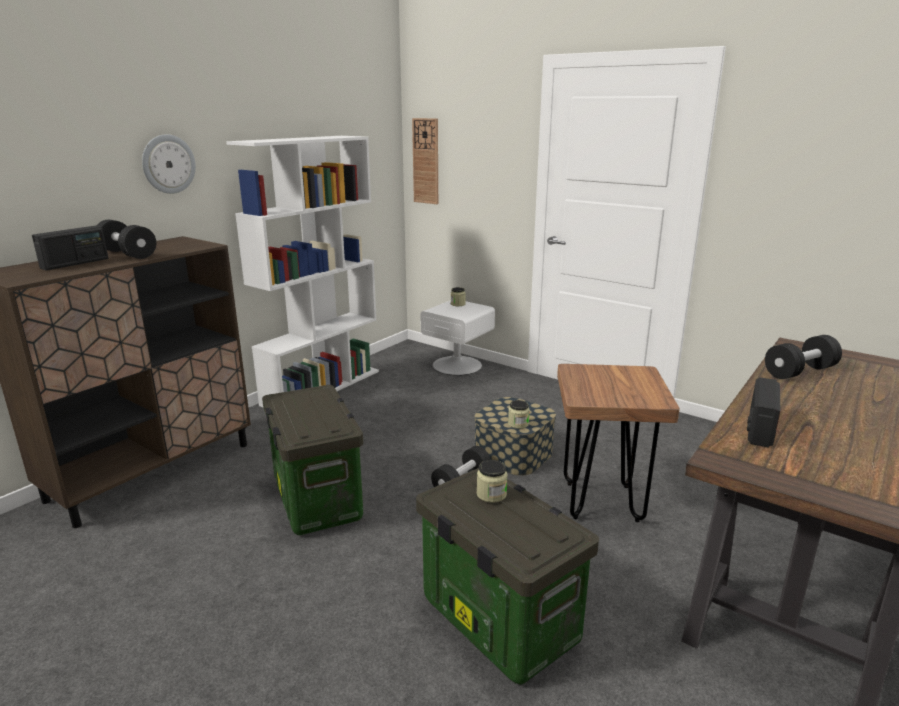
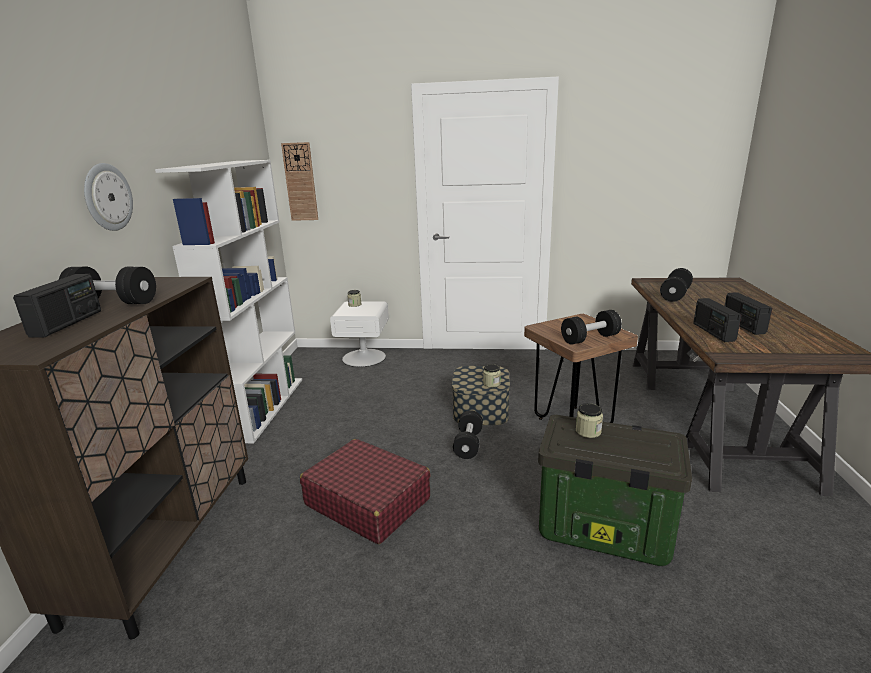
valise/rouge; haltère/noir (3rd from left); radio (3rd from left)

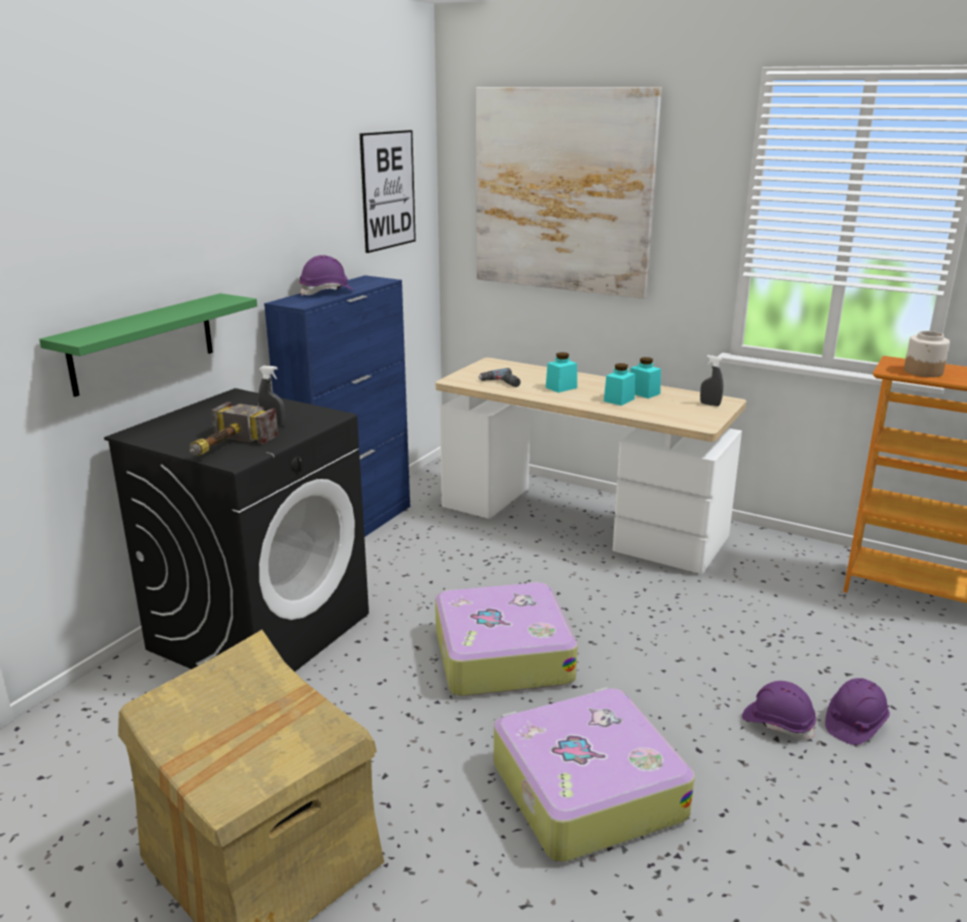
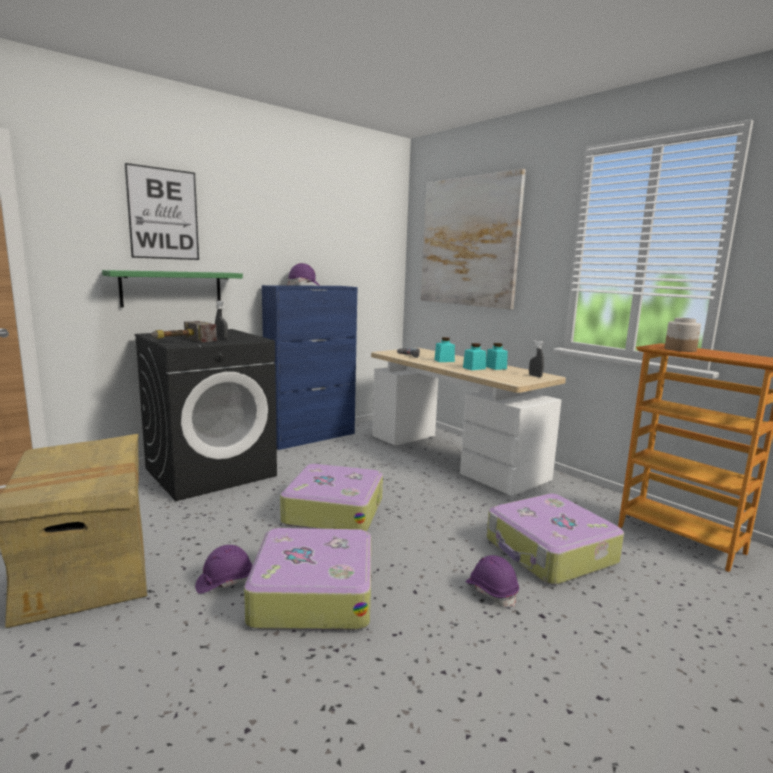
tableau (1st from left); casque de chantier/violet (1st from left); valise (3rd from left)

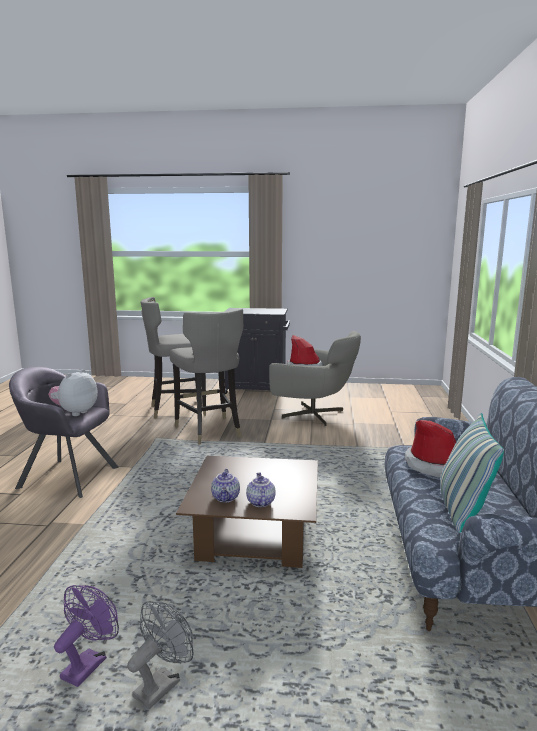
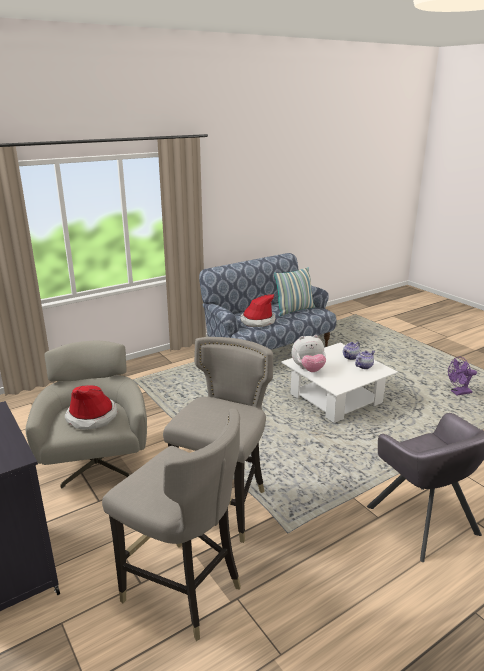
table basse/blanc; peluche; ventilateur/gris

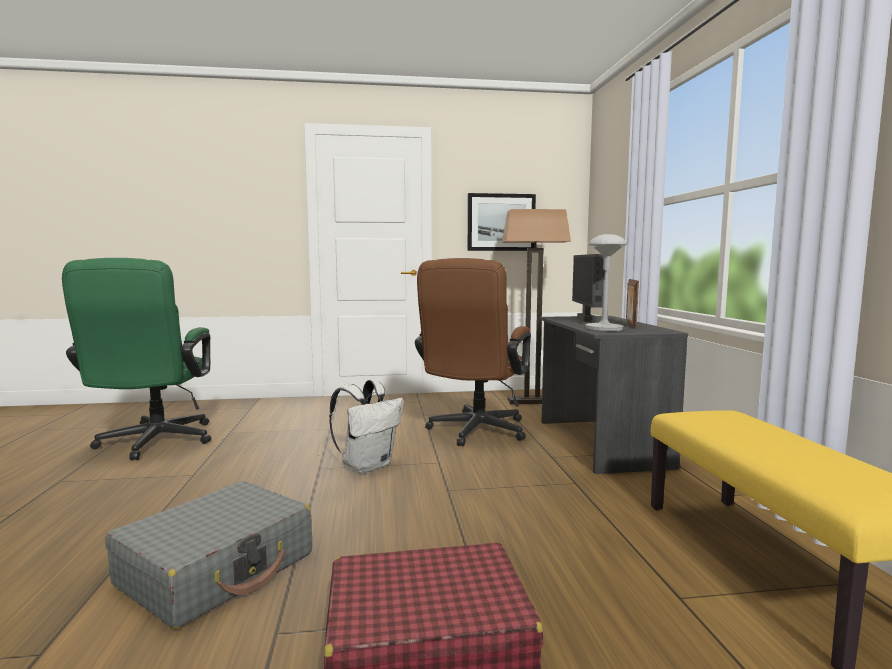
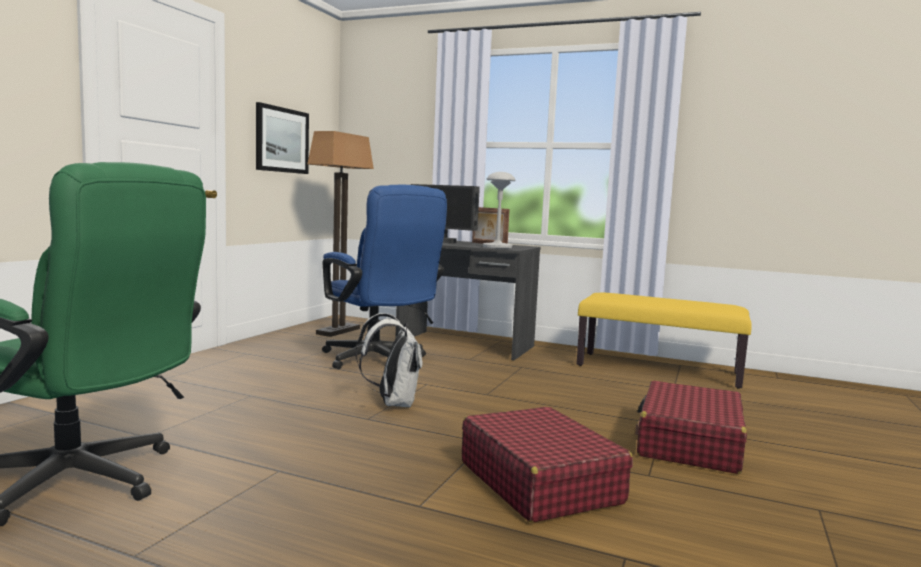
chaise de bureau/bleu; valise/rouge (1st from left)

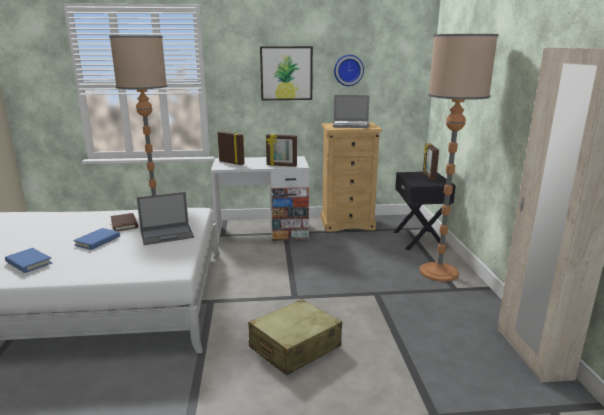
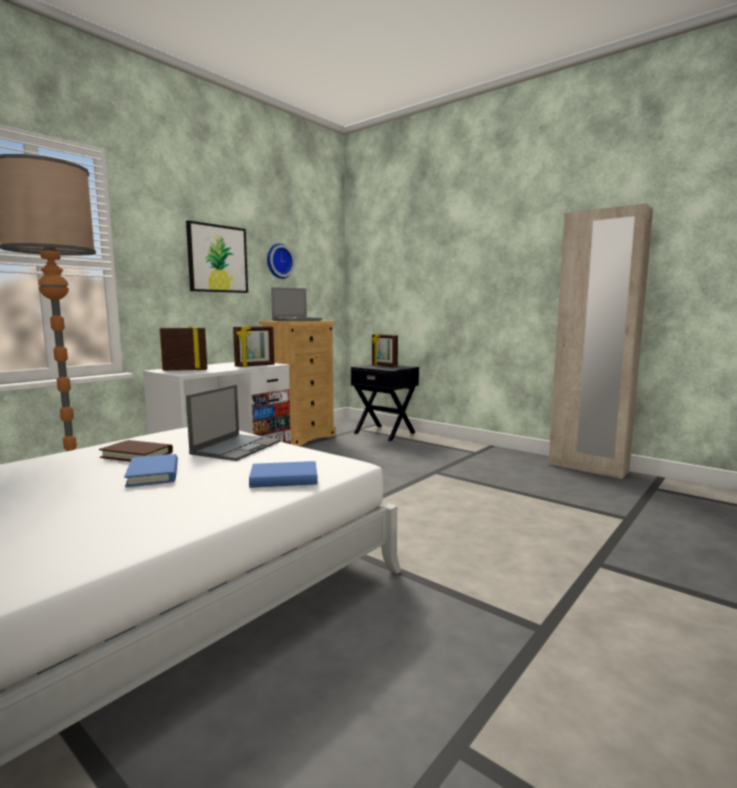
livre/bleu (2nd from left); valise/beige; lampadaire (2nd from left in the first image)

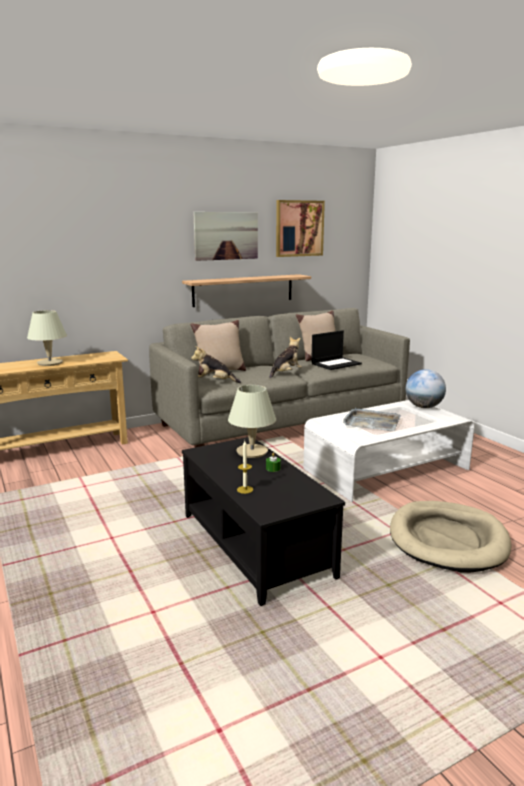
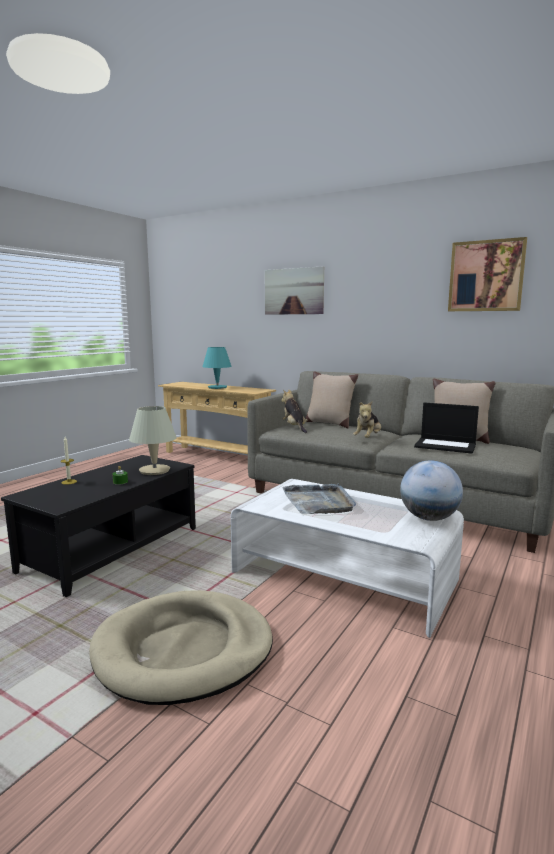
lampe de table/turquoise; tableau (1st from left); peluche (2nd from left); étagère

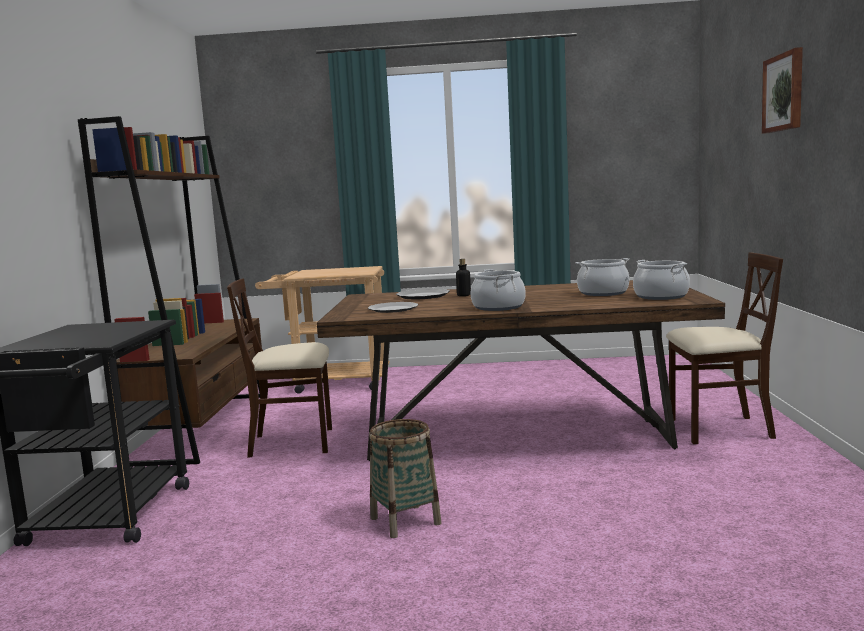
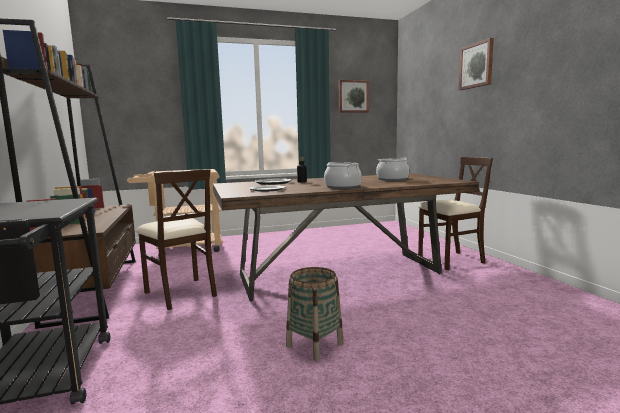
chaise/beige (1st from left); tableau (1st from left); marmite (3rd from left in the first image)

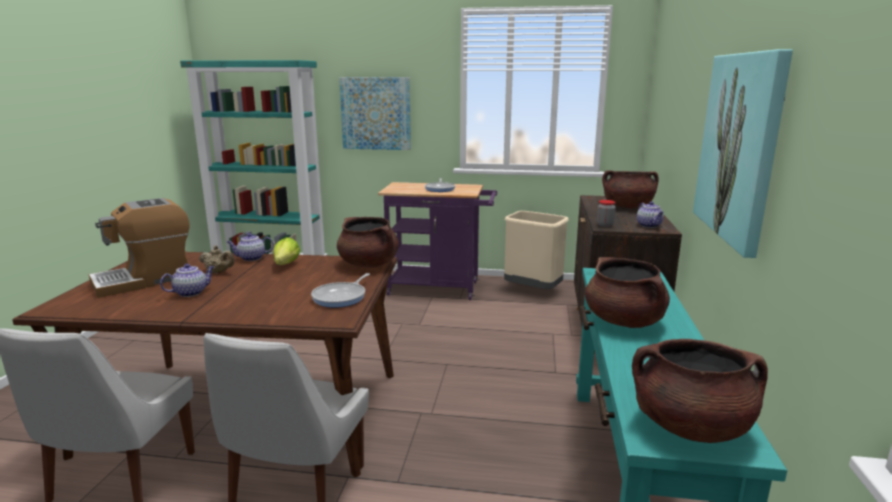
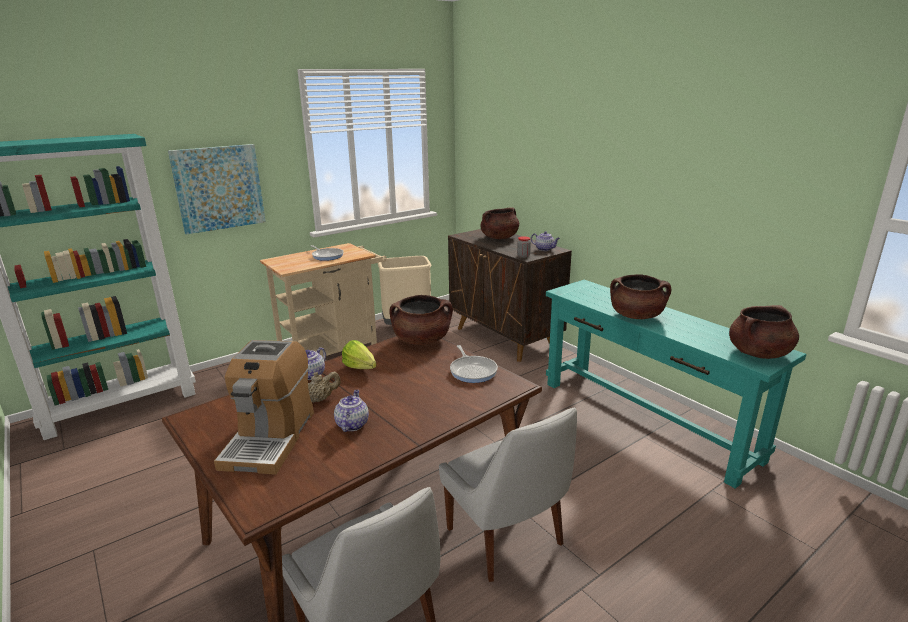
chariot/beige; tableau (2nd from left in the first image)

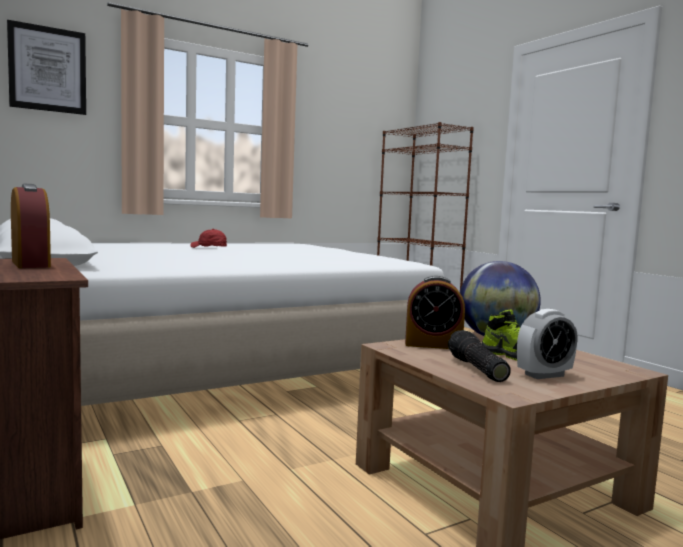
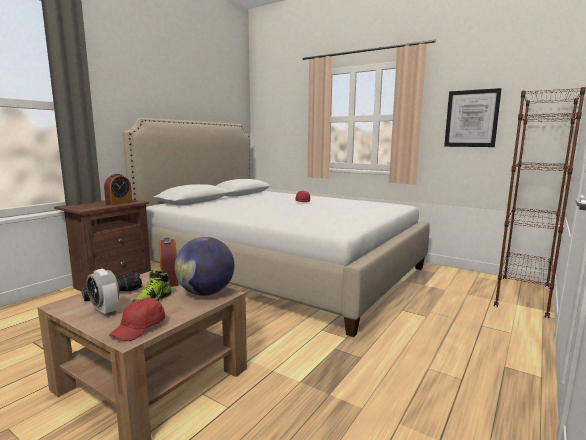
casquette/rouge (1st from left); tableau

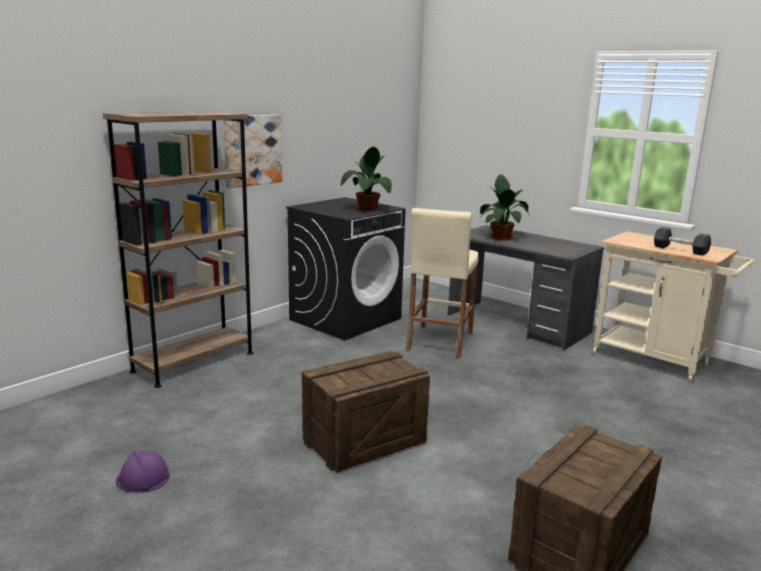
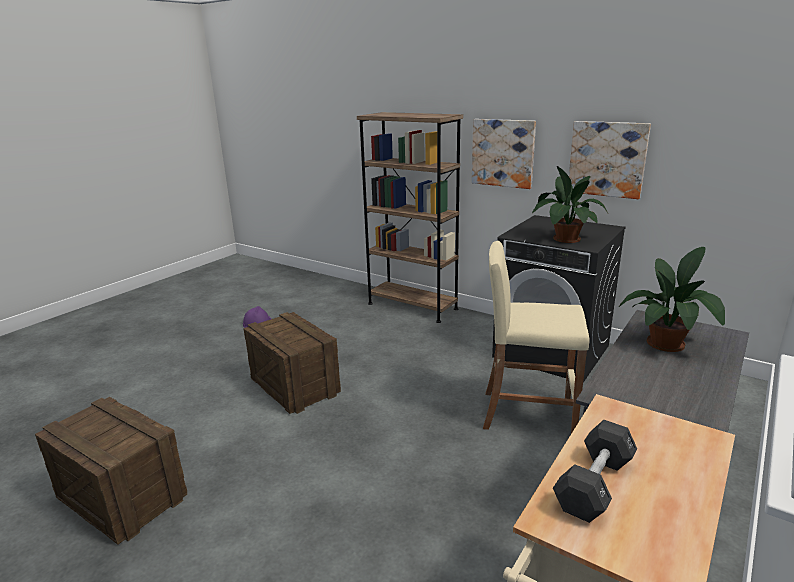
tableau (2nd from left)

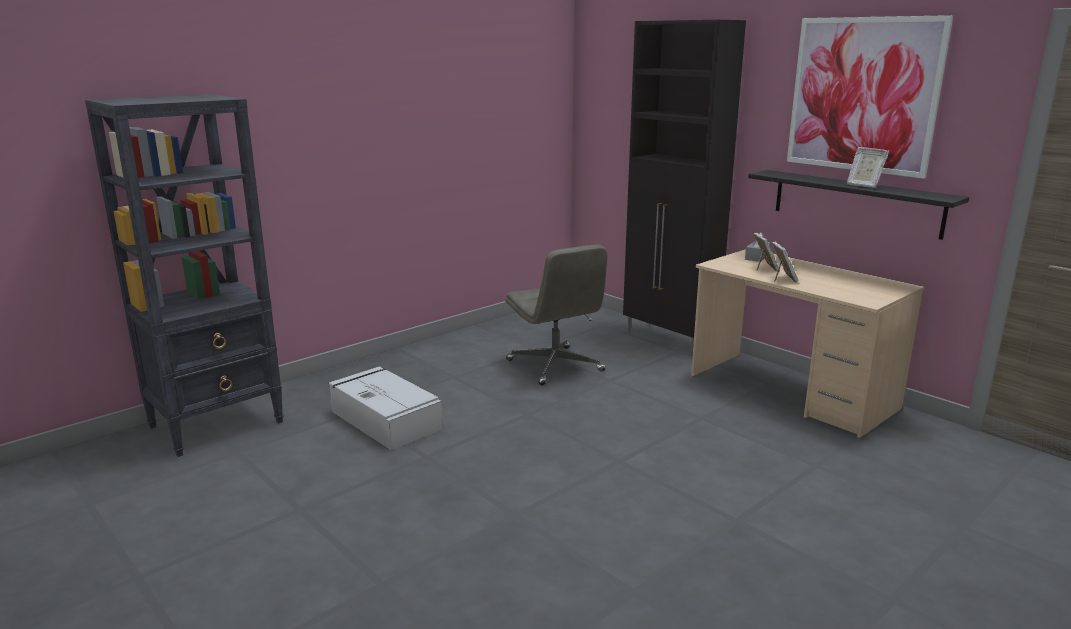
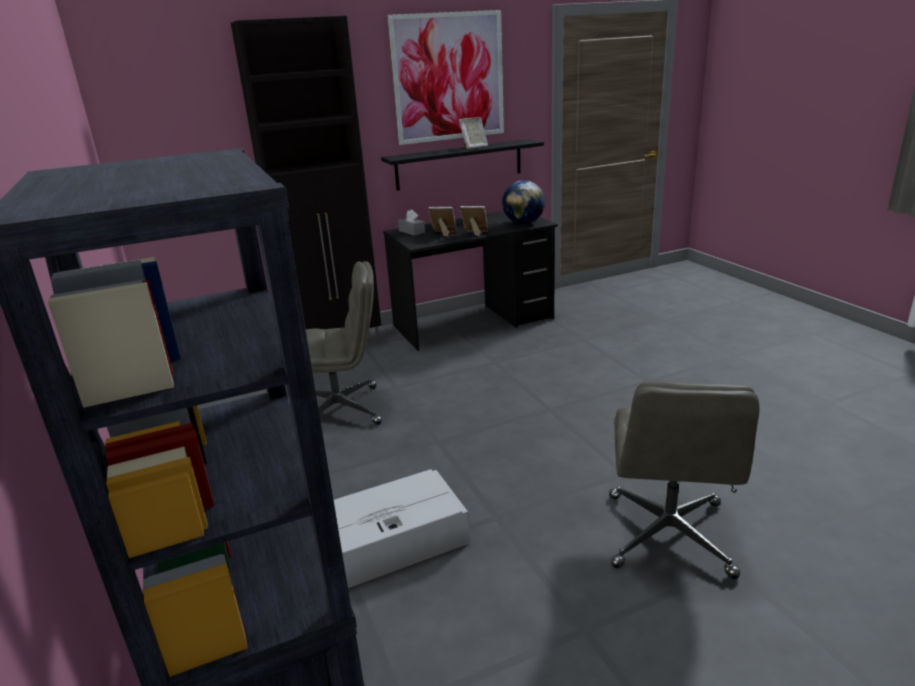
bureau/noir; globe; chaise de bureau/gris (2nd from left)

